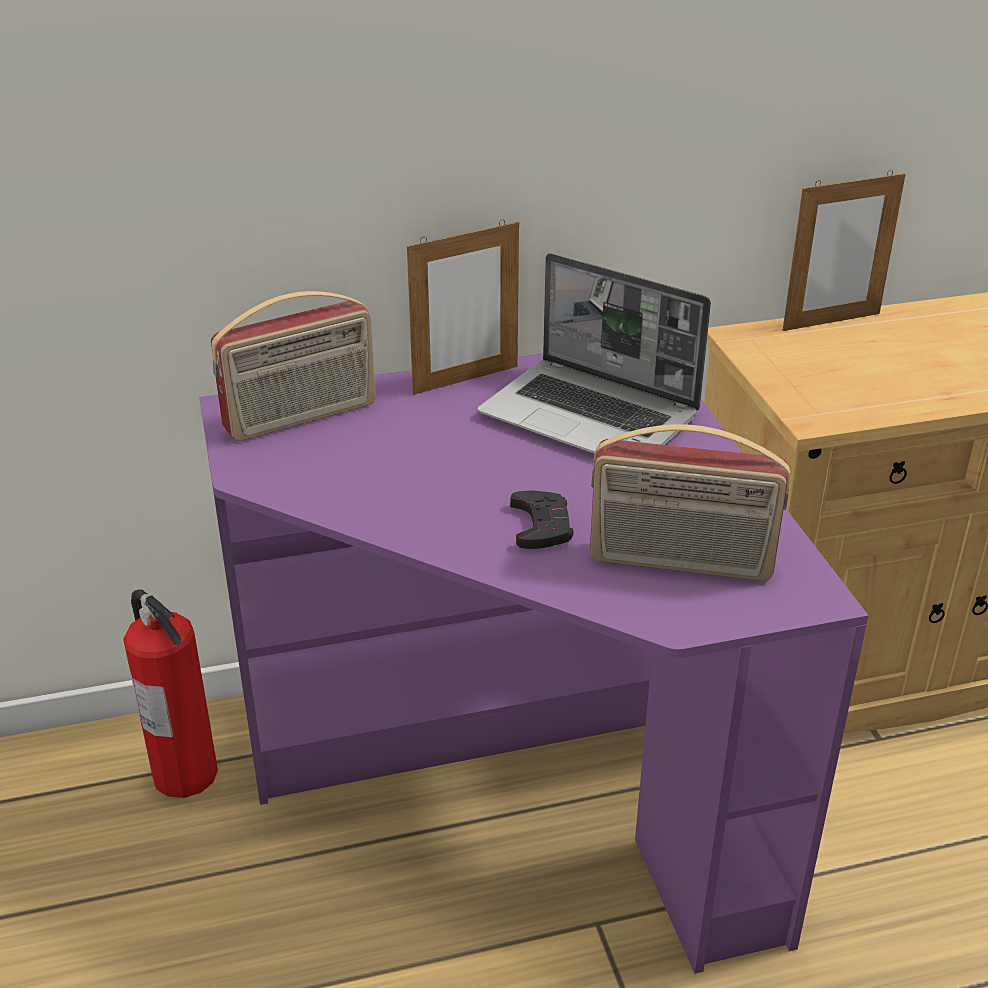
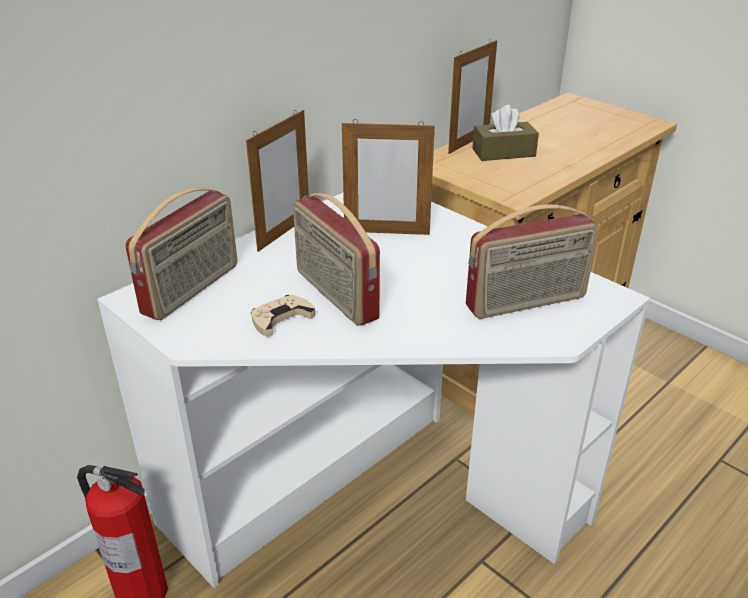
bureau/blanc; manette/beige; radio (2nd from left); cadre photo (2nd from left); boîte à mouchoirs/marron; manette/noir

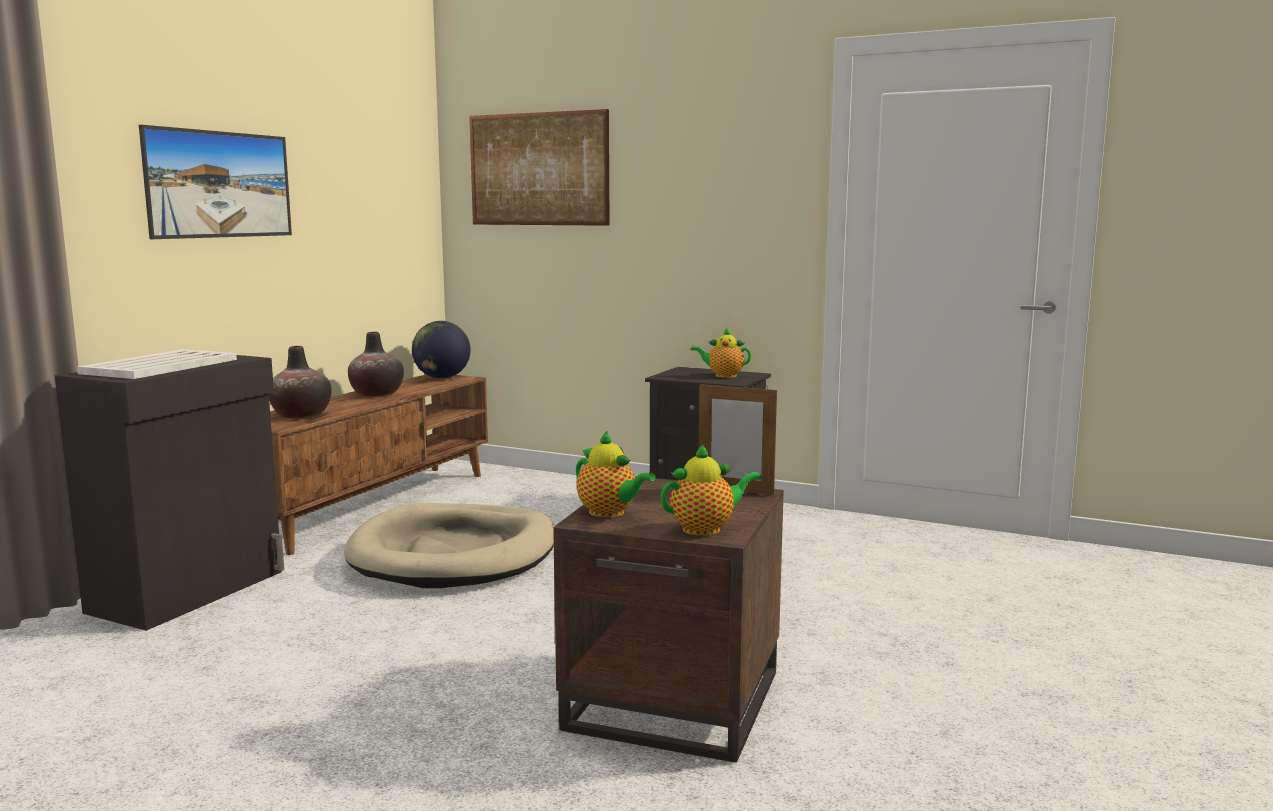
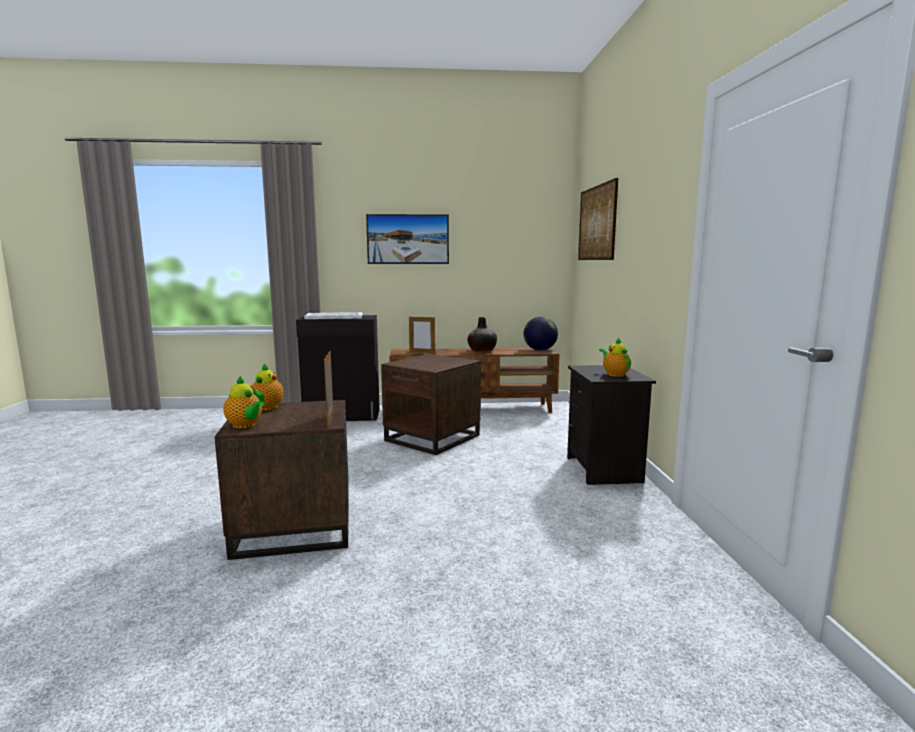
table d'appoint/marron (2nd from left); cadre photo (2nd from left)

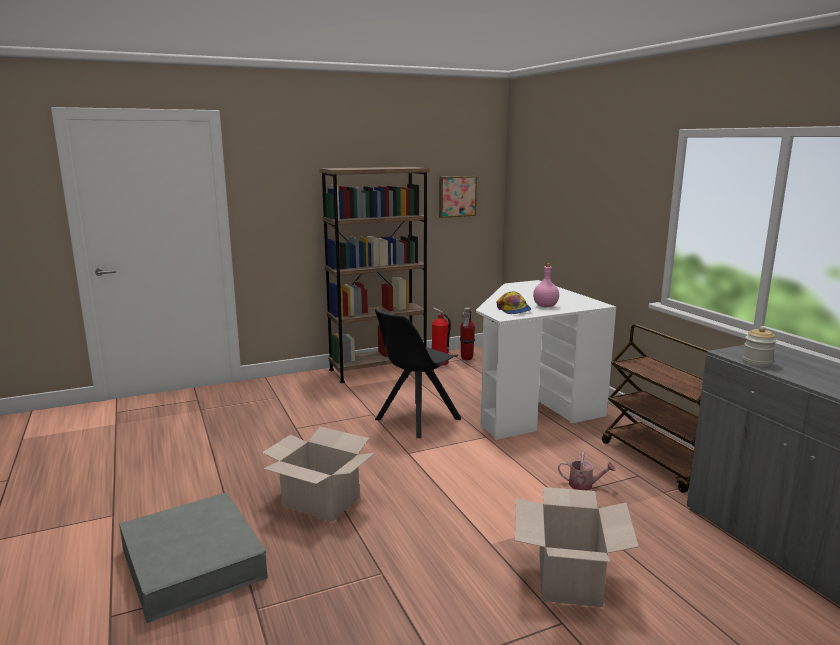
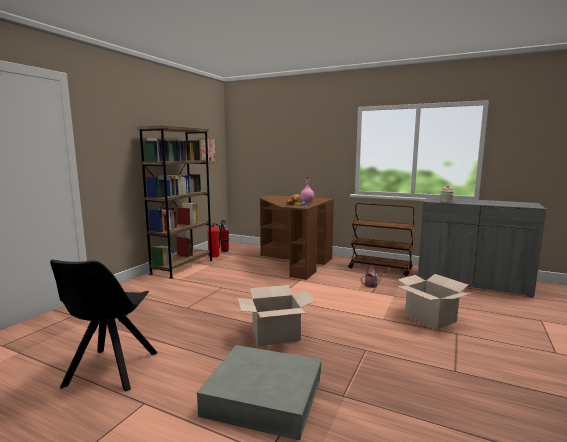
chaise/noir; bureau/marron

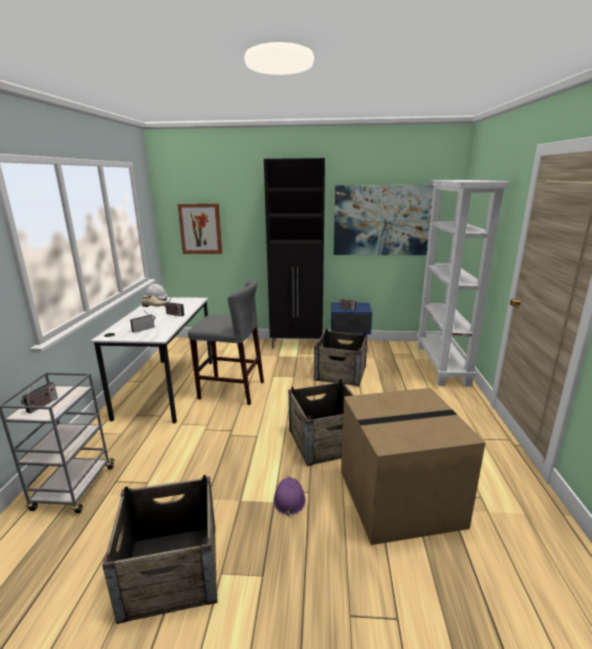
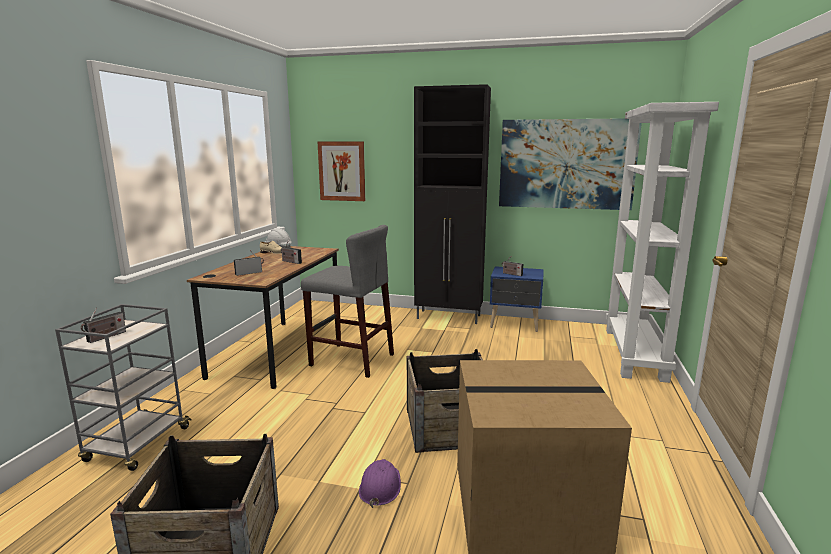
bureau/marron; caisse (3rd from left in the first image)

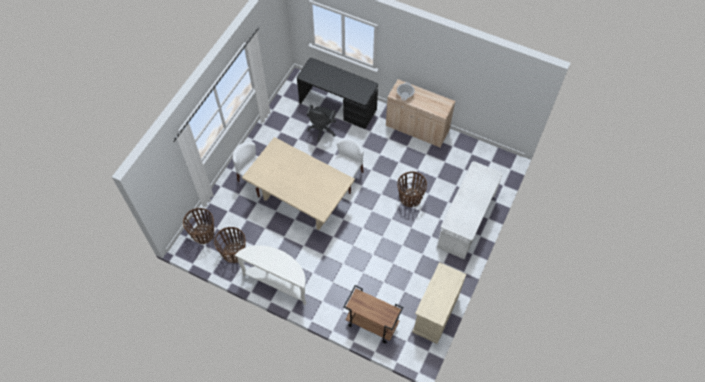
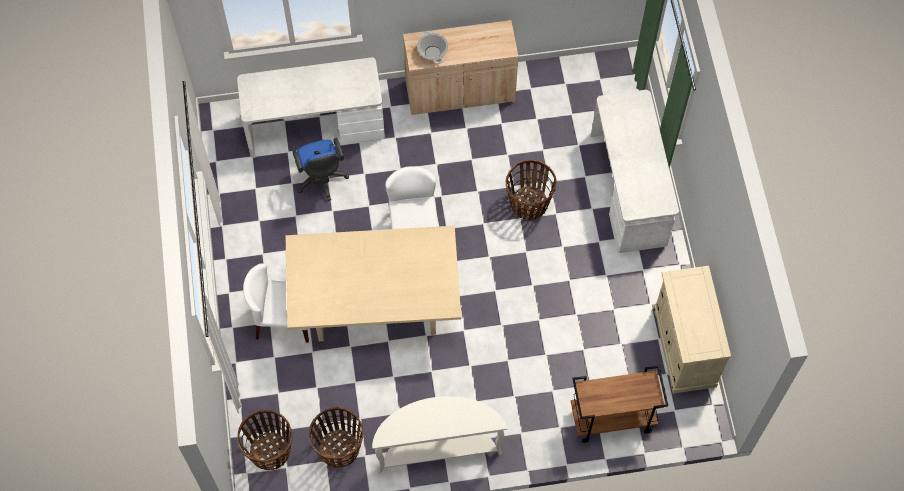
bureau/blanc (1st from left); chaise de bureau/bleu

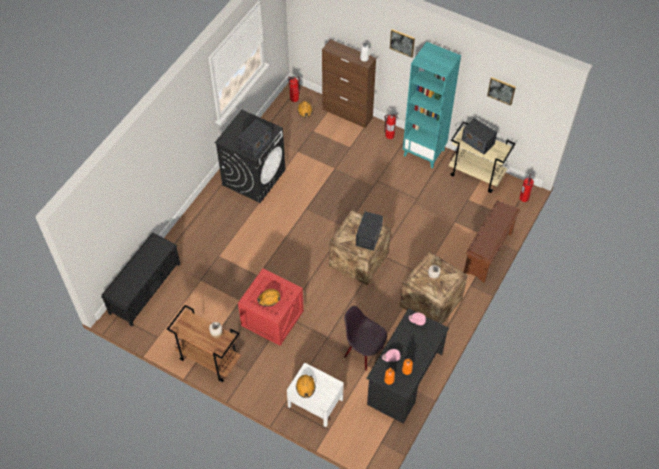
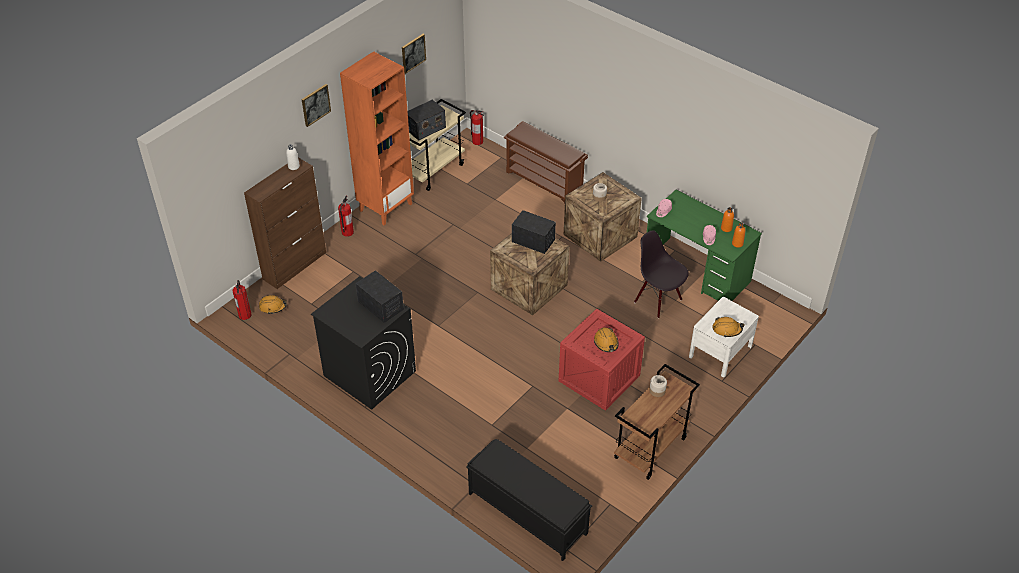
bibliothèque/orange; chaise/noir; bureau/vert

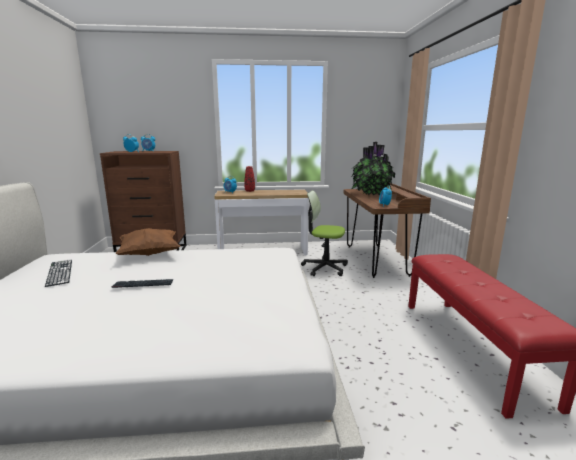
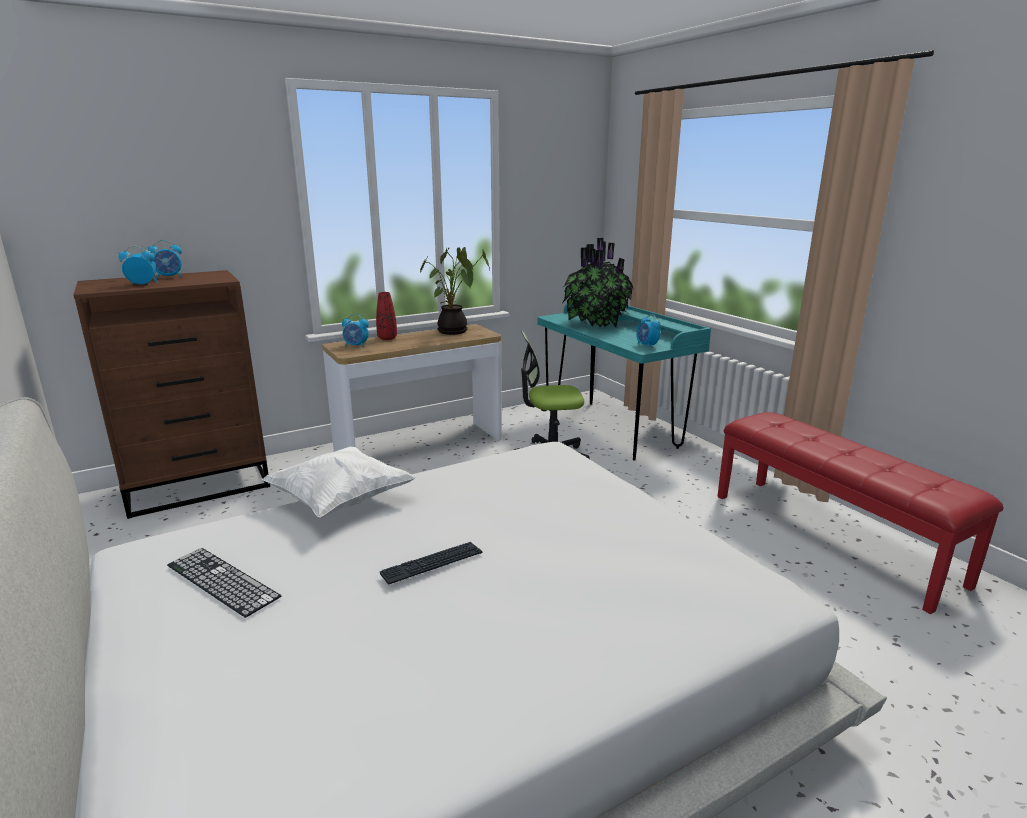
coussin/blanc; plante en pot (1st from left); bureau/turquoise

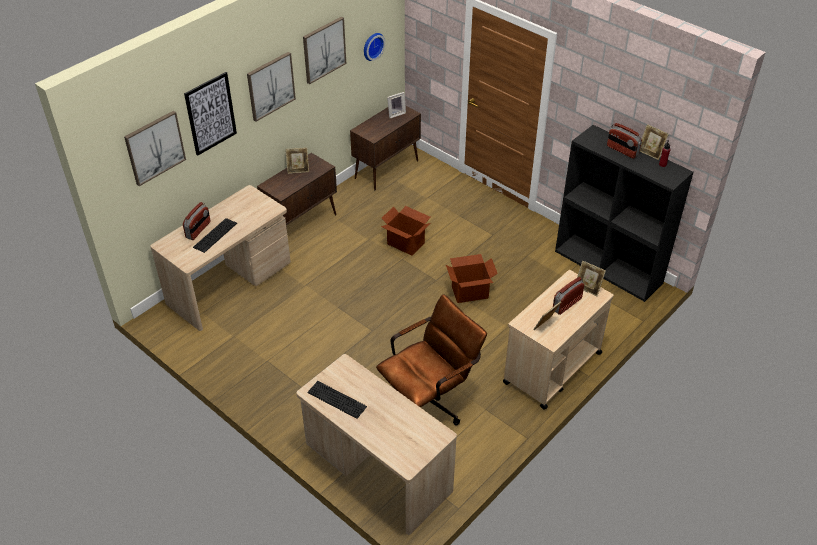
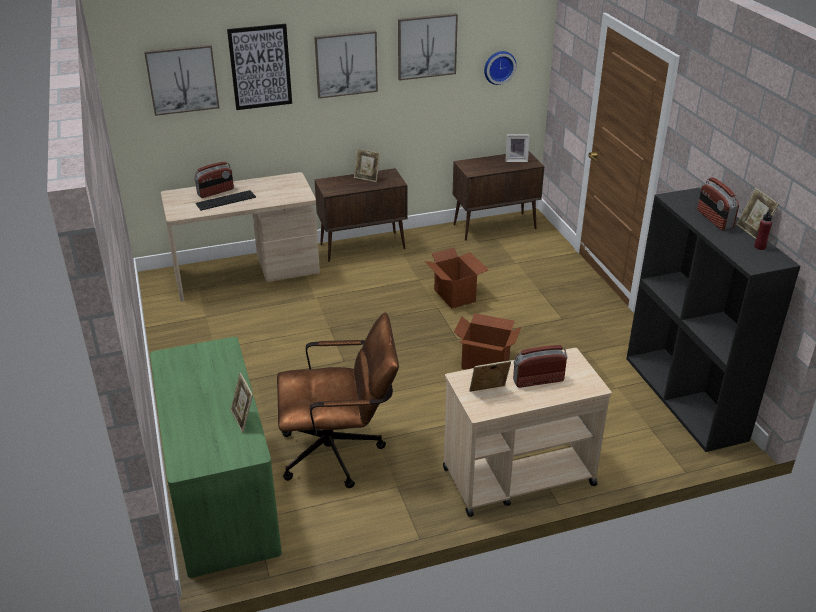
bureau/vert; cadre photo (1st from left); clavier (2nd from left in the first image)

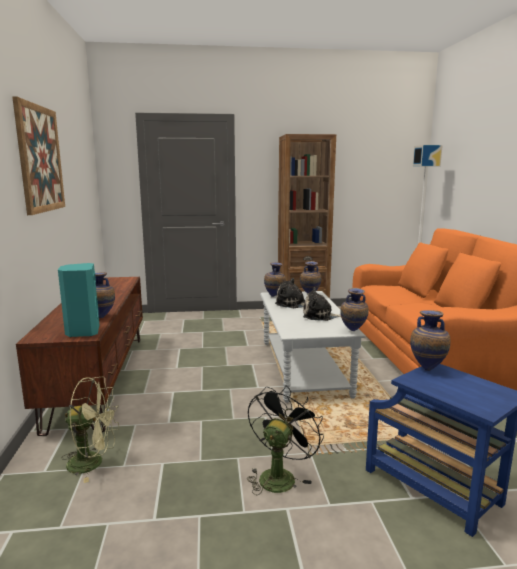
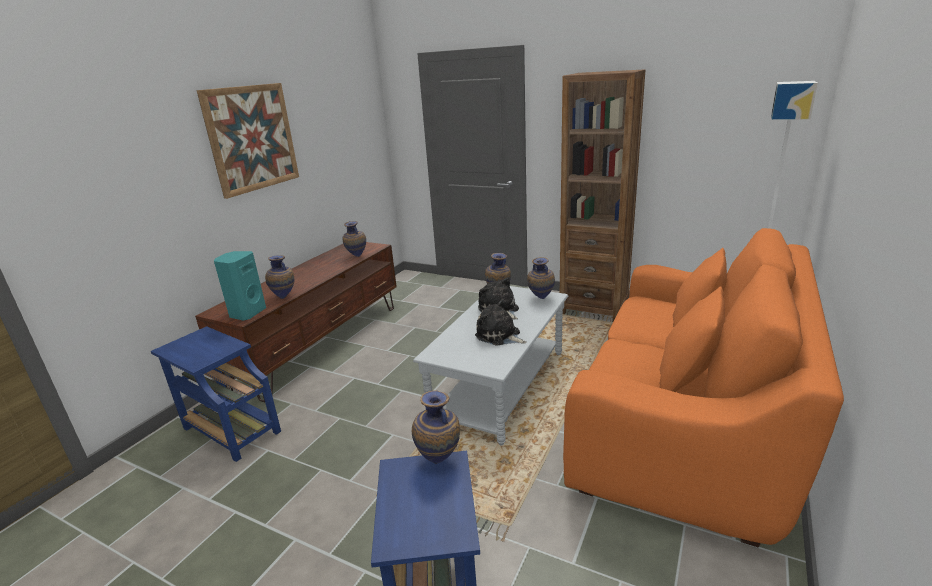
table d'appoint/bleu (1st from left); vase (2nd from left); ventilateur/noir

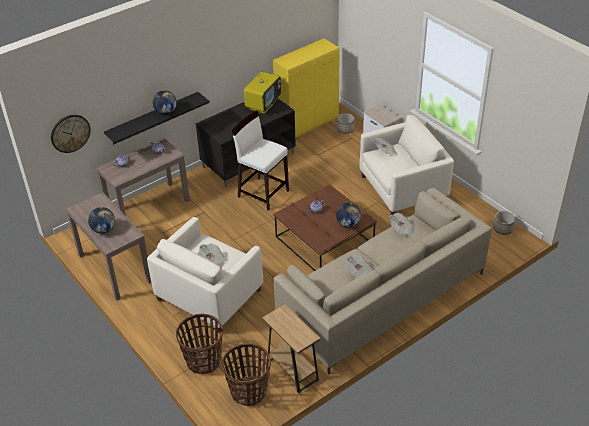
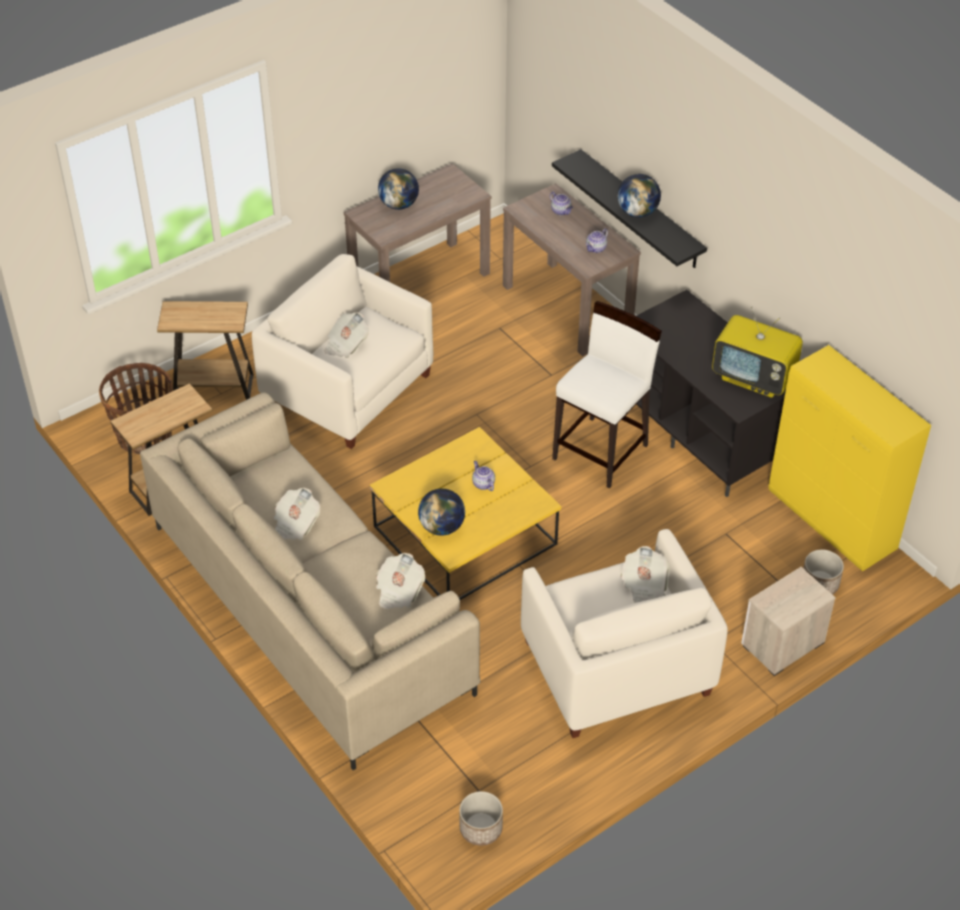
table d'appoint/marron (2nd from left); table basse/jaune; horloge murale

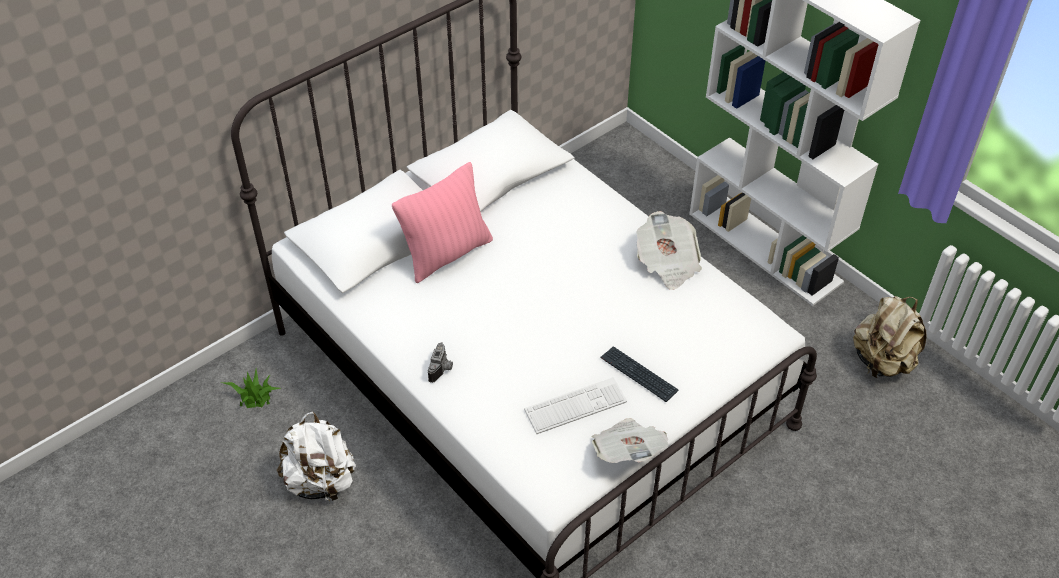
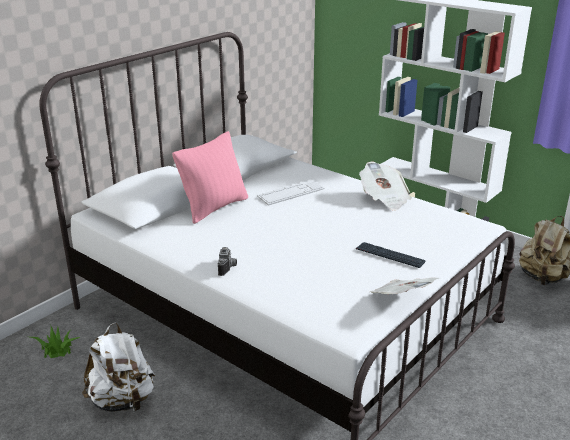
clavier (1st from left)

